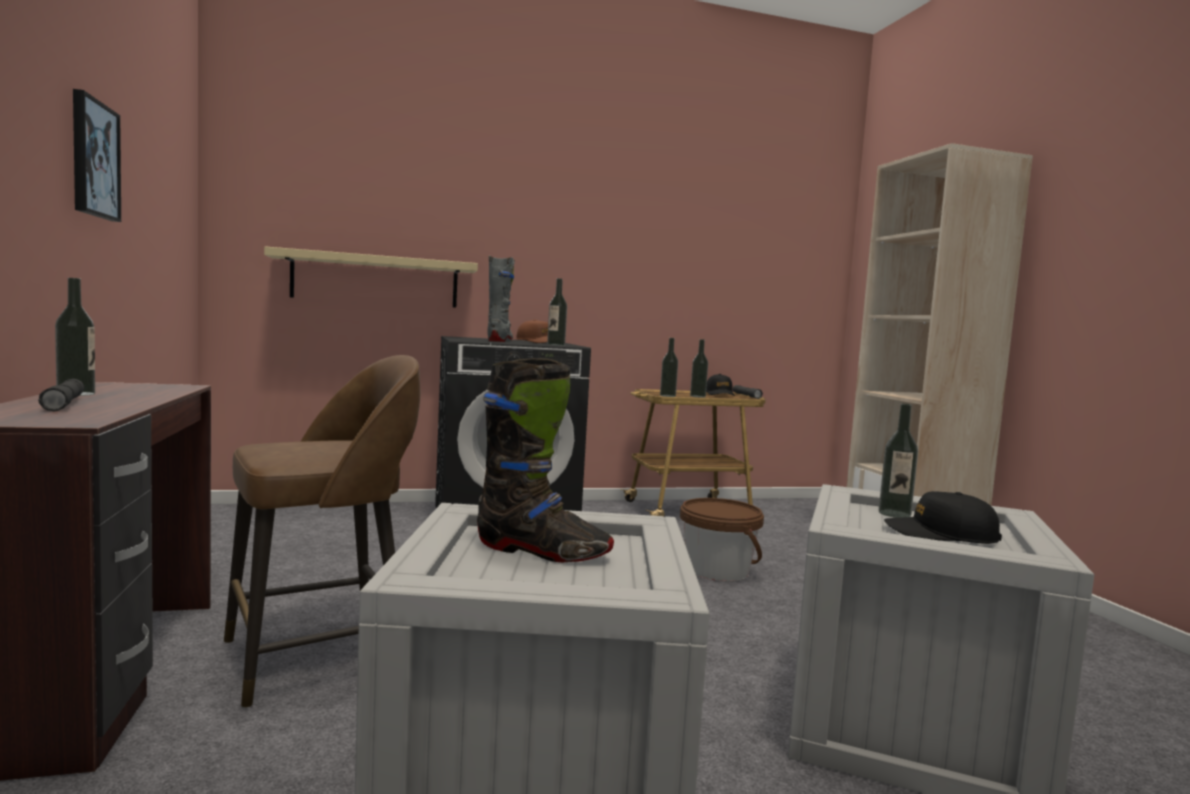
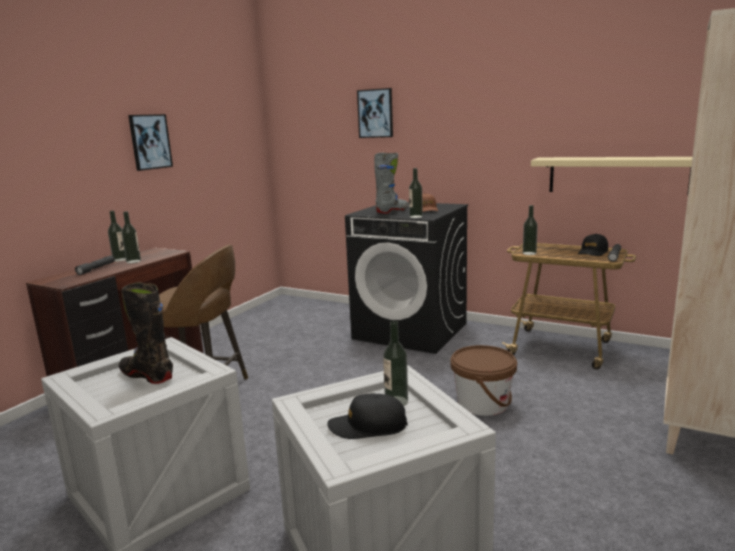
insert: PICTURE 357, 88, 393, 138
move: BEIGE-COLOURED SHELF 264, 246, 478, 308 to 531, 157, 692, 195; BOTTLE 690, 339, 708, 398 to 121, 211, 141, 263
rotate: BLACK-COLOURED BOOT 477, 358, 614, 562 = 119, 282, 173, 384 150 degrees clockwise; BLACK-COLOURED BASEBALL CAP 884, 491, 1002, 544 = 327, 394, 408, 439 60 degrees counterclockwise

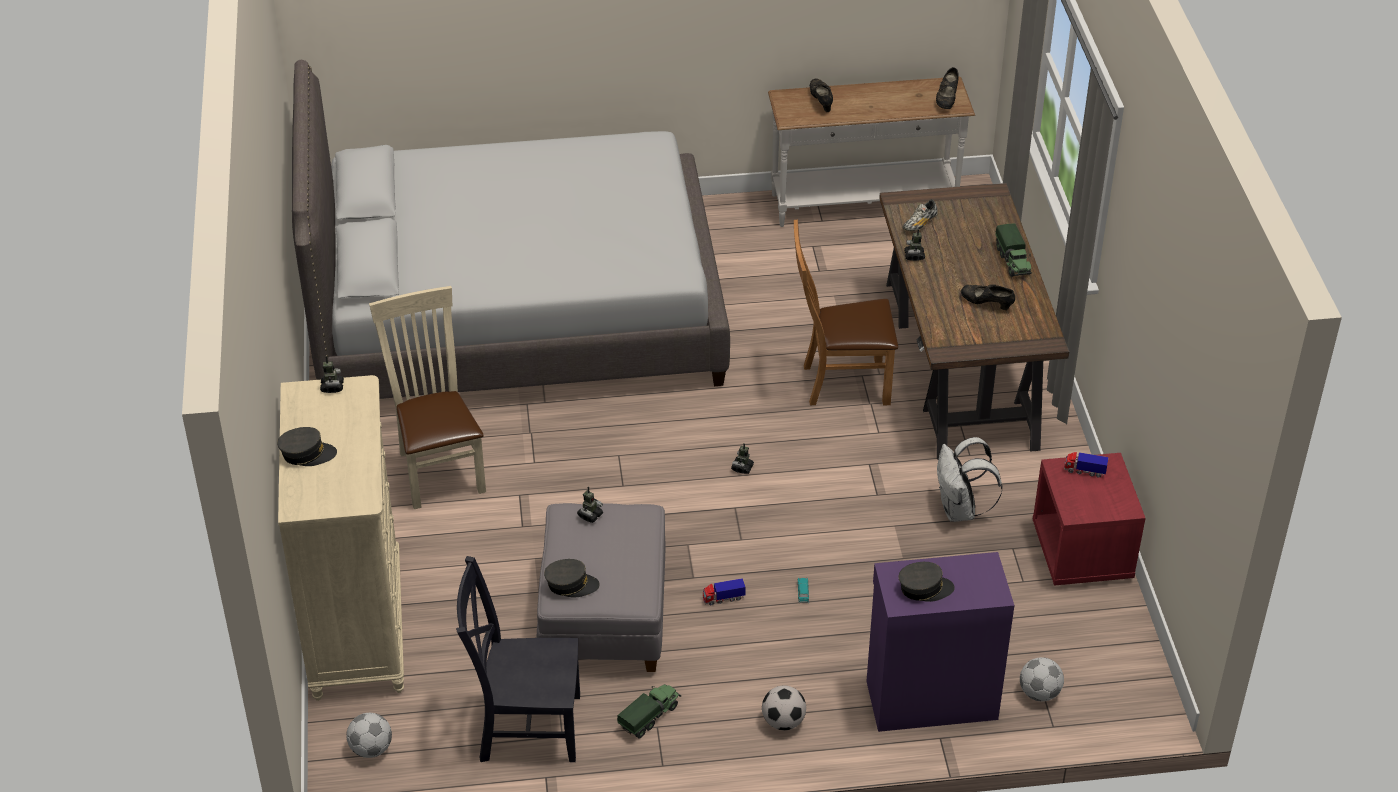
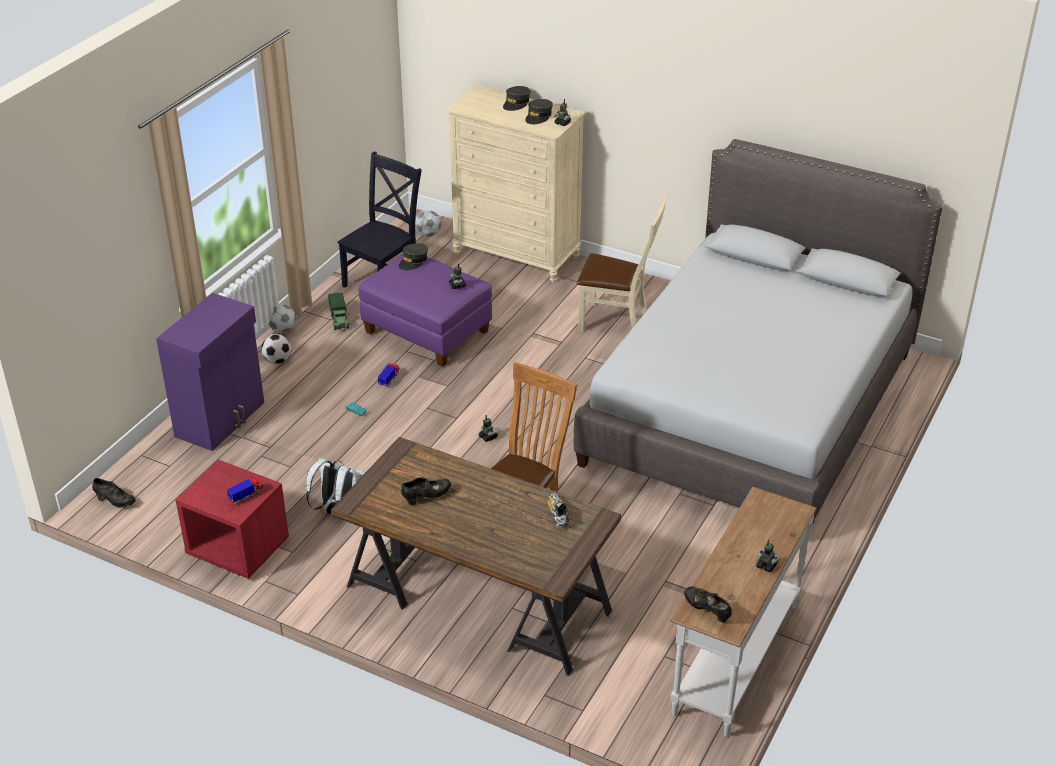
delete: TOY LORRY 995, 223, 1032, 277
move: BLACK-COLOURED SHOE 810, 79, 833, 112 to 92, 478, 136, 507; GREY BASEBALL CAP 899, 562, 955, 602 to 525, 99, 553, 124; ROBOT FIGURE 904, 229, 925, 261 to 756, 540, 780, 572; FOOTBALL BALL 1020, 657, 1064, 701 to 268, 304, 296, 333
recolor: GREY POUFFE 537, 503, 665, 672 to PURPLISH POUFFE 358, 255, 492, 367

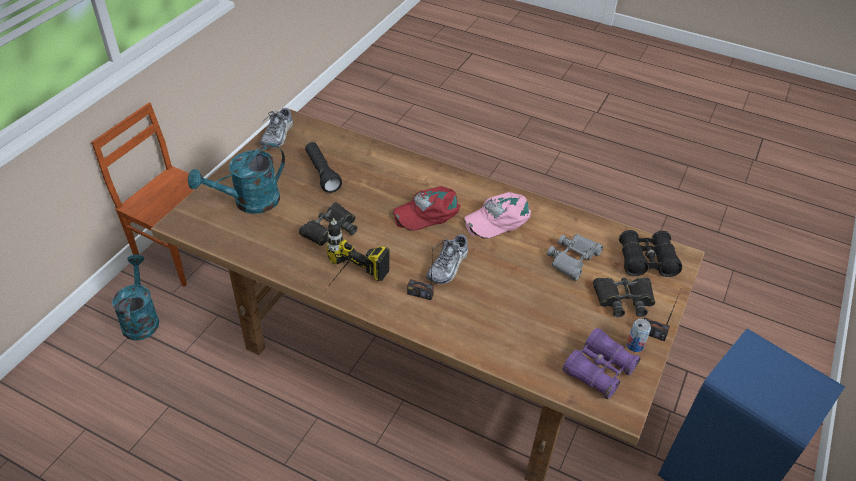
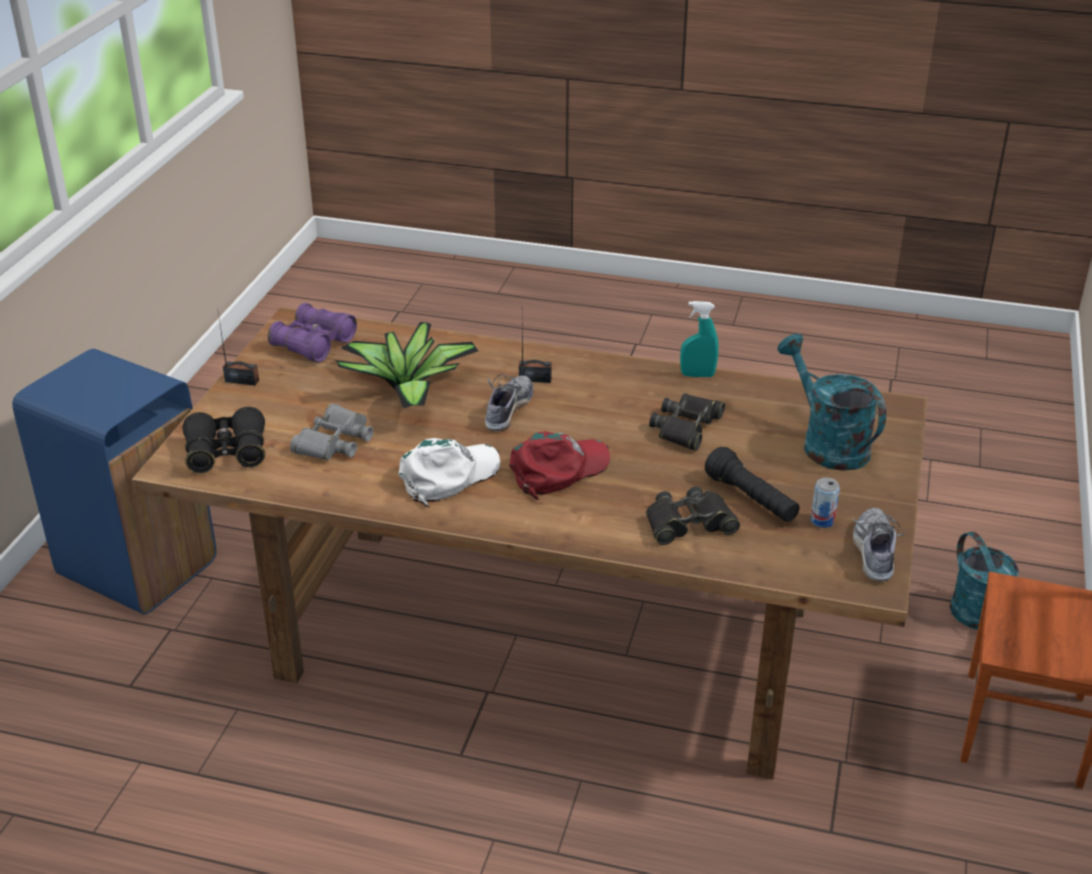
delete: DRILL 327, 218, 390, 288
insert: PLANT IN A POT 335, 322, 478, 409; BLUE-GREEN SPRAY BOTTLE 680, 301, 718, 377
move: BLACK-COLOURED PAIR OF BINOCULARS 593, 277, 655, 317 to 646, 487, 740, 545; METAL CAN 627, 319, 651, 352 to 811, 478, 840, 528
recolor: PINK BASEBALL CAP 464, 192, 531, 238 to WHITE BASEBALL CAP 398, 438, 500, 507
rotate: BLUE-GREEN SPRINKLING CAN 188, 143, 285, 214 = 777, 334, 886, 471 75 degrees counterclockwise

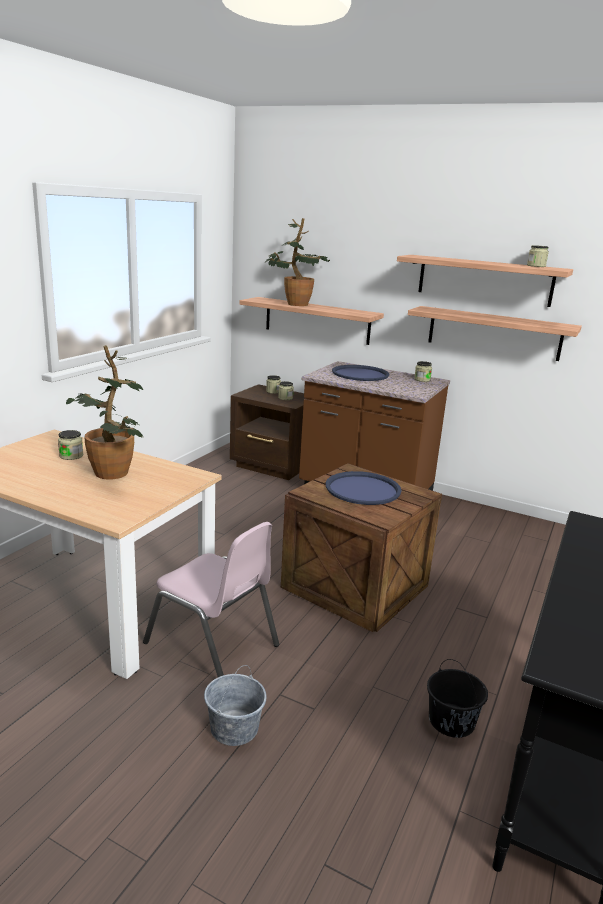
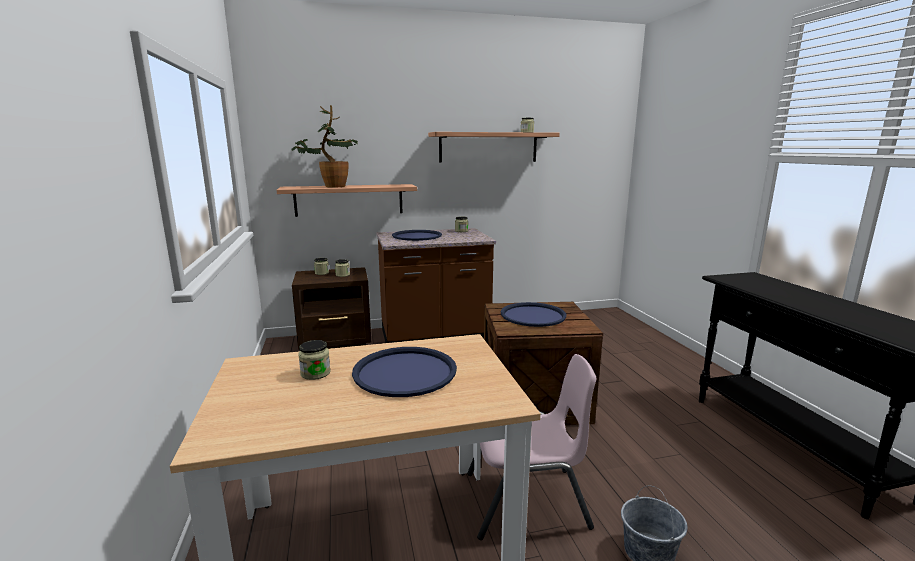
delete: SHELF 408, 306, 582, 361; BLACK-COLOURED PAIL 427, 659, 488, 738
replace: PLANT IN A POT 66, 345, 143, 480 to BLUISH SERVING TRAY 352, 347, 457, 397

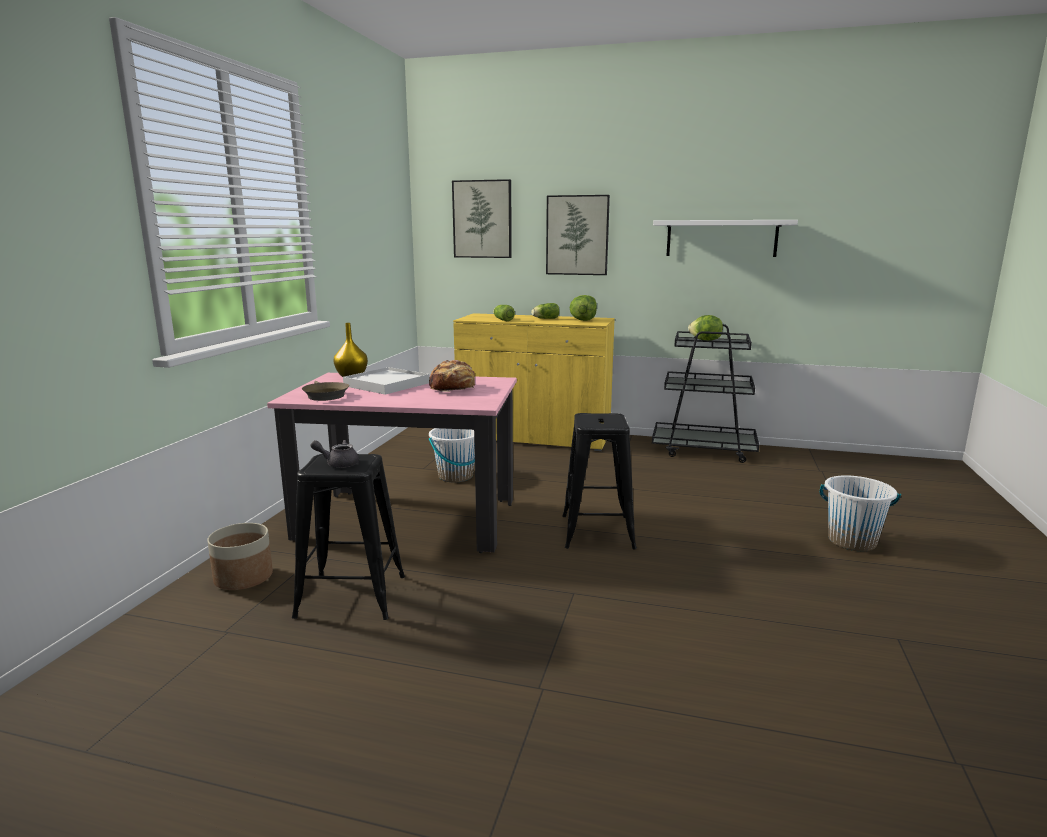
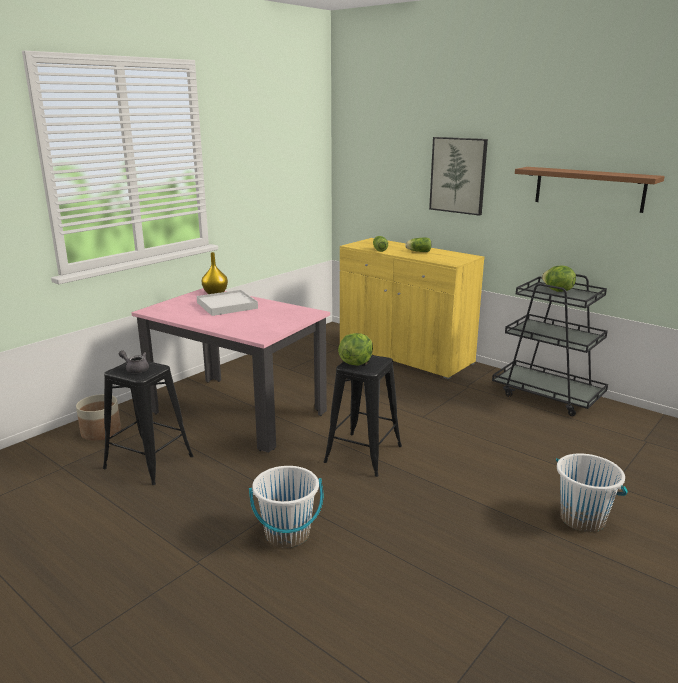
delete: BROWN-COLOURED PAN 302, 381, 349, 401; BAKERY BREAD 429, 360, 476, 392; PICTURE 452, 179, 512, 258
move: WHITE PAIL 429, 428, 475, 483 to 249, 466, 324, 548; HEAD OF LETTUCE 569, 295, 597, 321 to 338, 333, 373, 365
recolor: WHITE SHELF 653, 220, 798, 257 to BROWN-COLOURED SHELF 515, 167, 665, 213

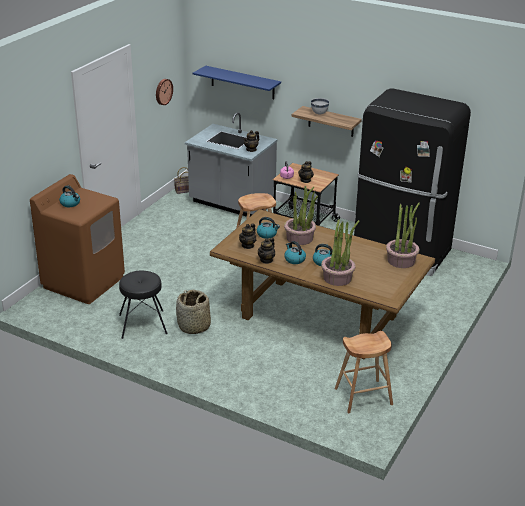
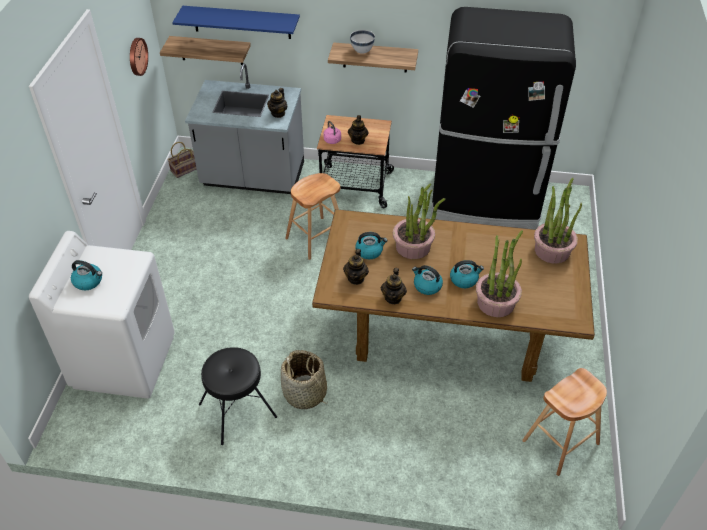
insert: SHELF 160, 36, 251, 65
recolor: BROWN-COLOURED WASHING MACHINE 30, 174, 125, 304 to WHITE WASHING MACHINE 29, 231, 175, 399

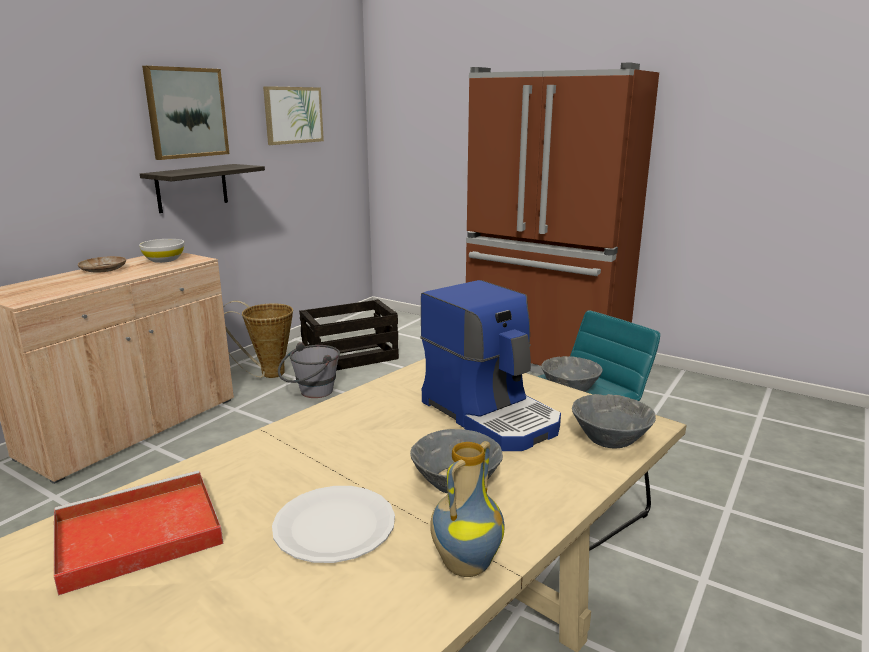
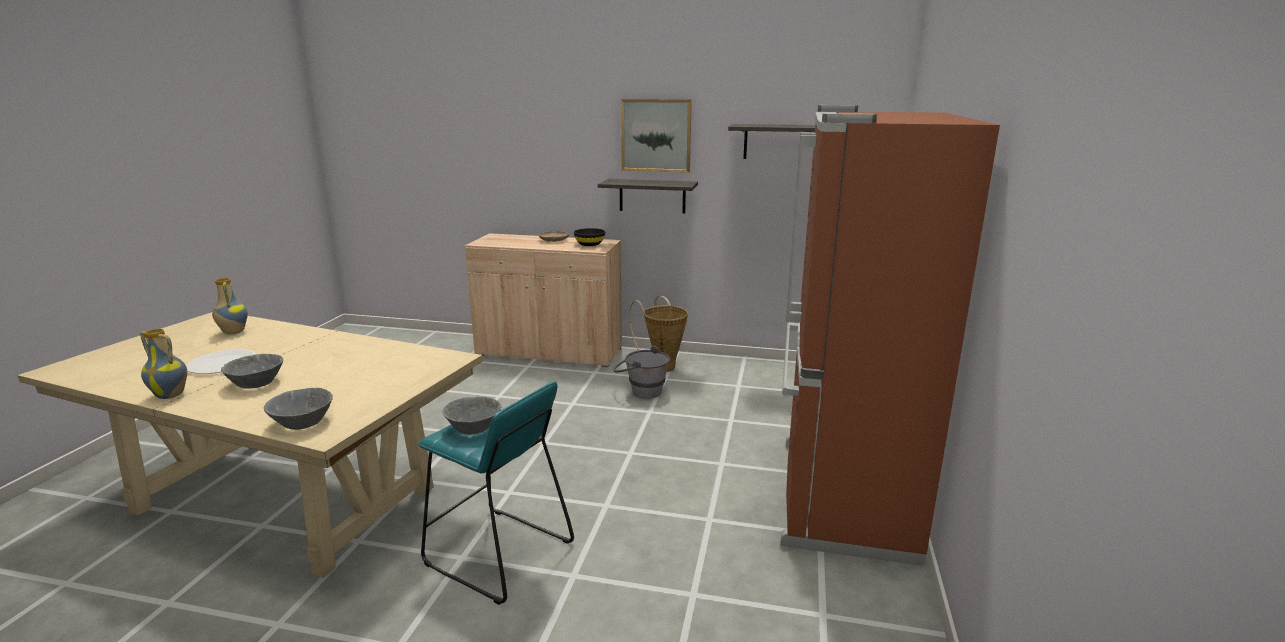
delete: SHIPPING CRATE 299, 299, 399, 371; COFFEE MACHINE 420, 280, 561, 451
replace: REDDISH SERVING TRAY 54, 470, 223, 595 to FLOWER VASE 212, 278, 248, 334; PICTURE 263, 86, 324, 145 to SHELF 728, 124, 815, 159
recolor: WHITE SERVING BOWL 139, 239, 184, 263 to BLACK-COLOURED SERVING BOWL 574, 228, 605, 246

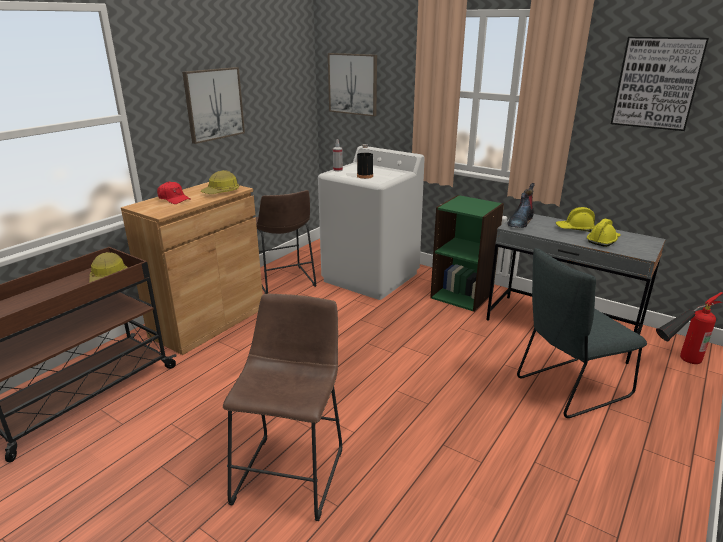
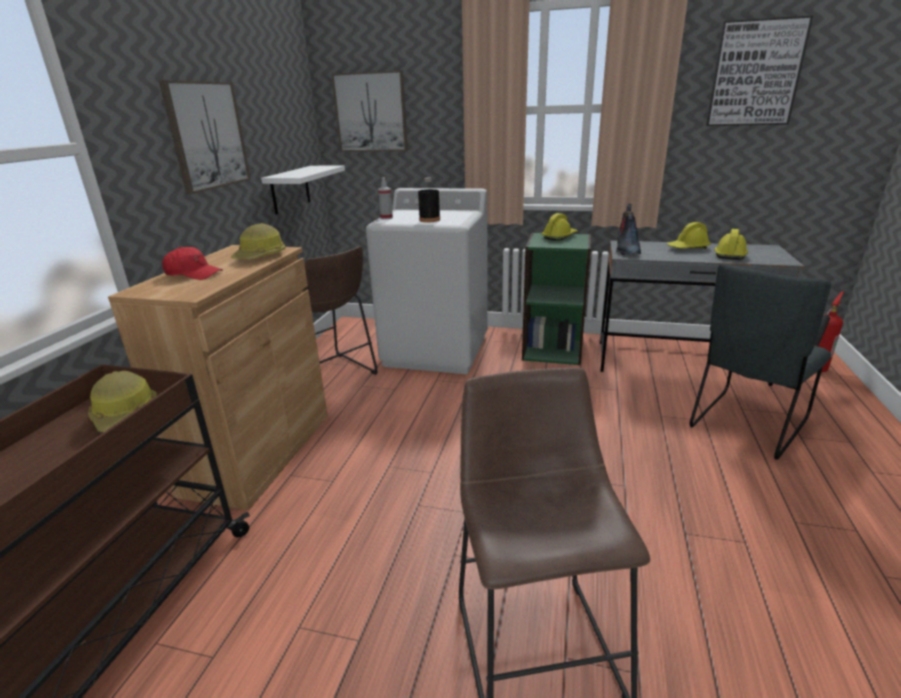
insert: WHITE SHELF 261, 166, 345, 215; YELLOW-COLOURED HARD HAT 542, 213, 578, 241

